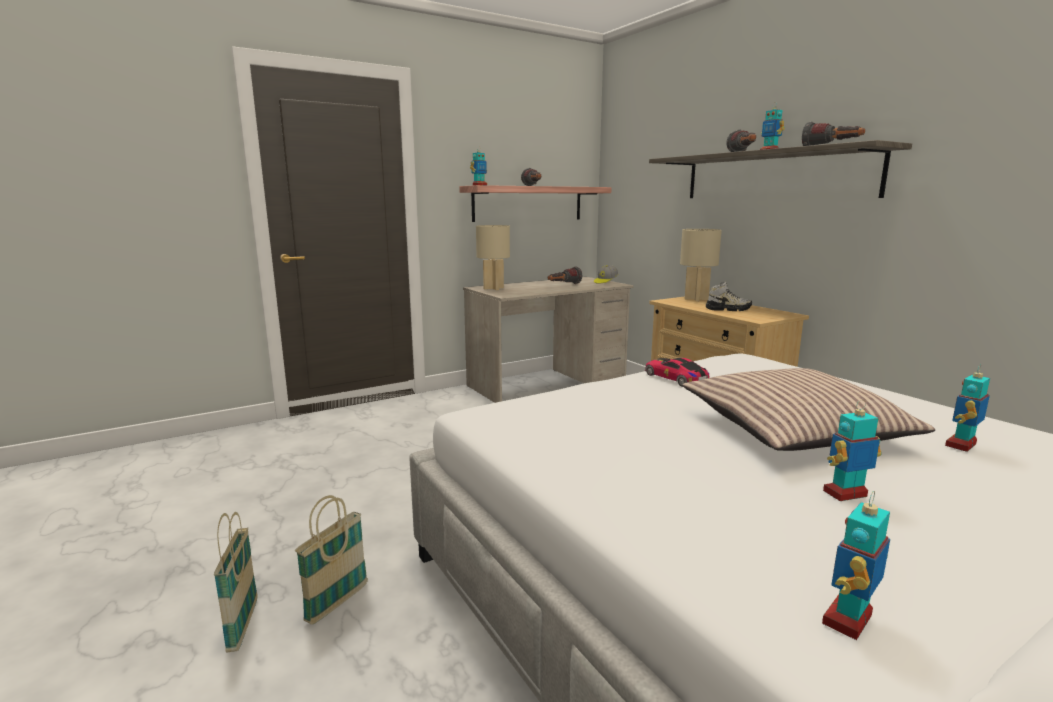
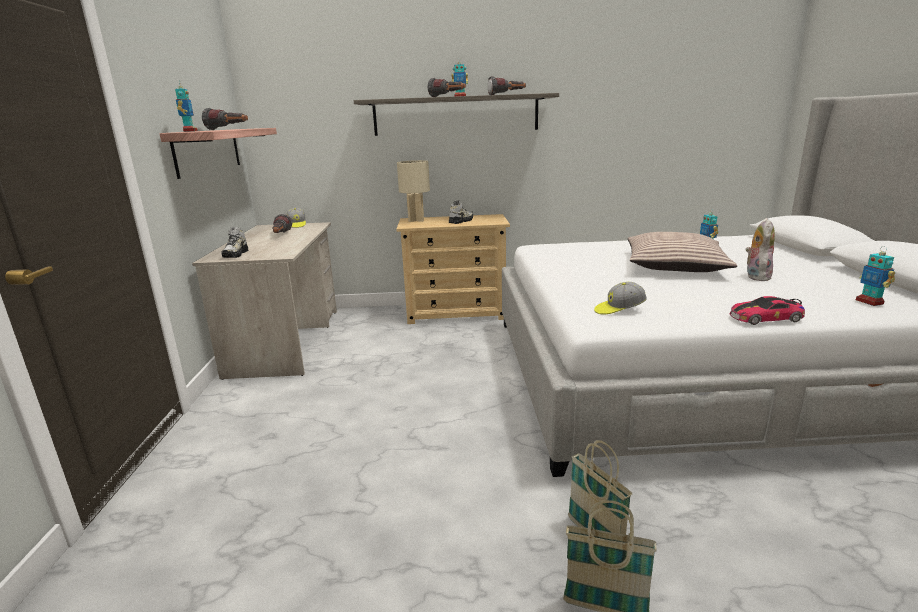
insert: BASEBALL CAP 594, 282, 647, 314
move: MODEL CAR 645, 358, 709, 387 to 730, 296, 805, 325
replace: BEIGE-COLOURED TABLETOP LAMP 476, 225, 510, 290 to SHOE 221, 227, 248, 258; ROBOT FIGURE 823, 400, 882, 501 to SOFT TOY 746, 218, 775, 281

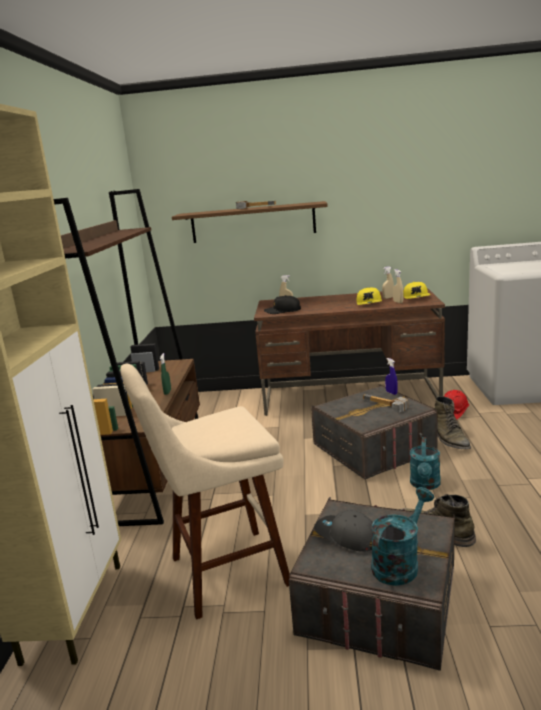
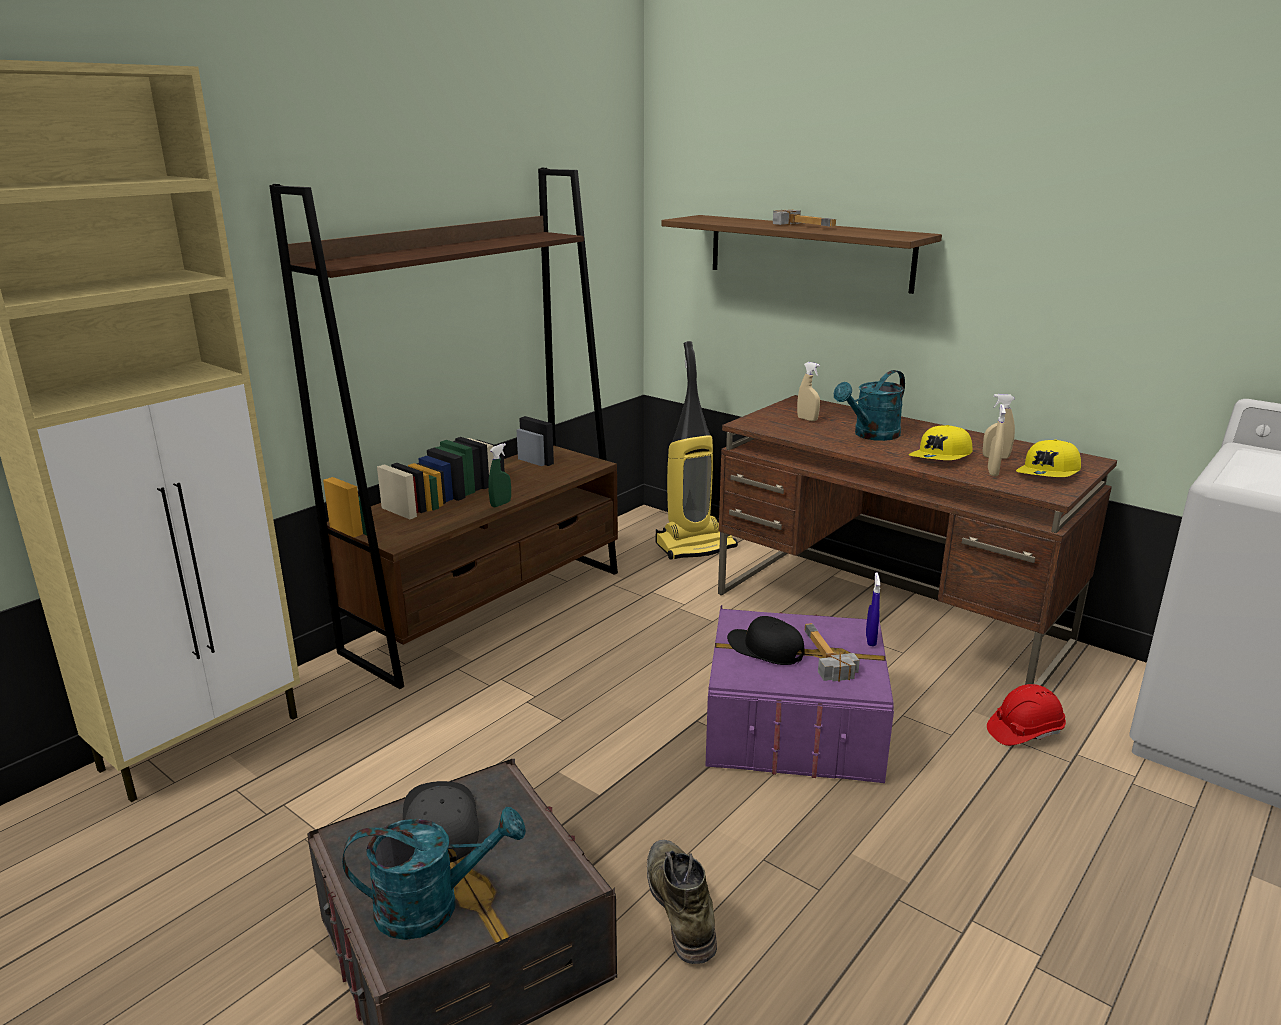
delete: BEIGE-COLOURED SITTING STOOL 120, 364, 290, 620; GREEN-COLOURED BOOT 434, 396, 471, 449
insert: HOOVER 656, 341, 738, 560
move: BLACK-COLOURED BASEBALL CAP 264, 295, 301, 314 to 727, 616, 805, 665; BLUE-GREEN SPRINKLING CAN 410, 437, 441, 490 to 834, 370, 905, 441
recolor: GREY STORAGE BIN 311, 384, 438, 479 to PURPLISH STORAGE BIN 705, 605, 894, 783

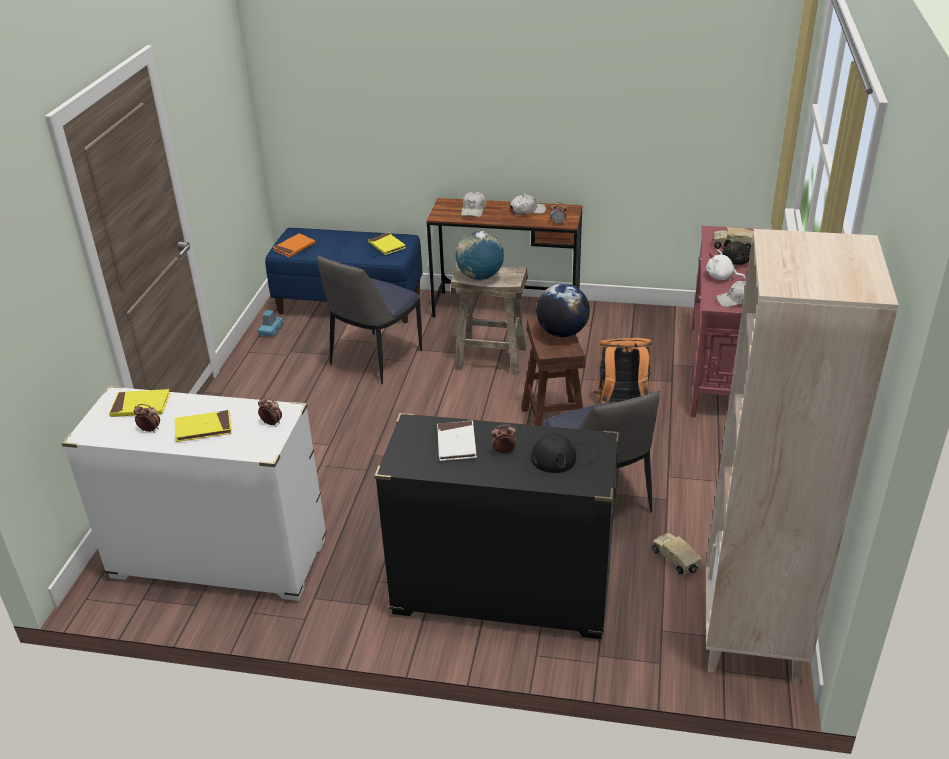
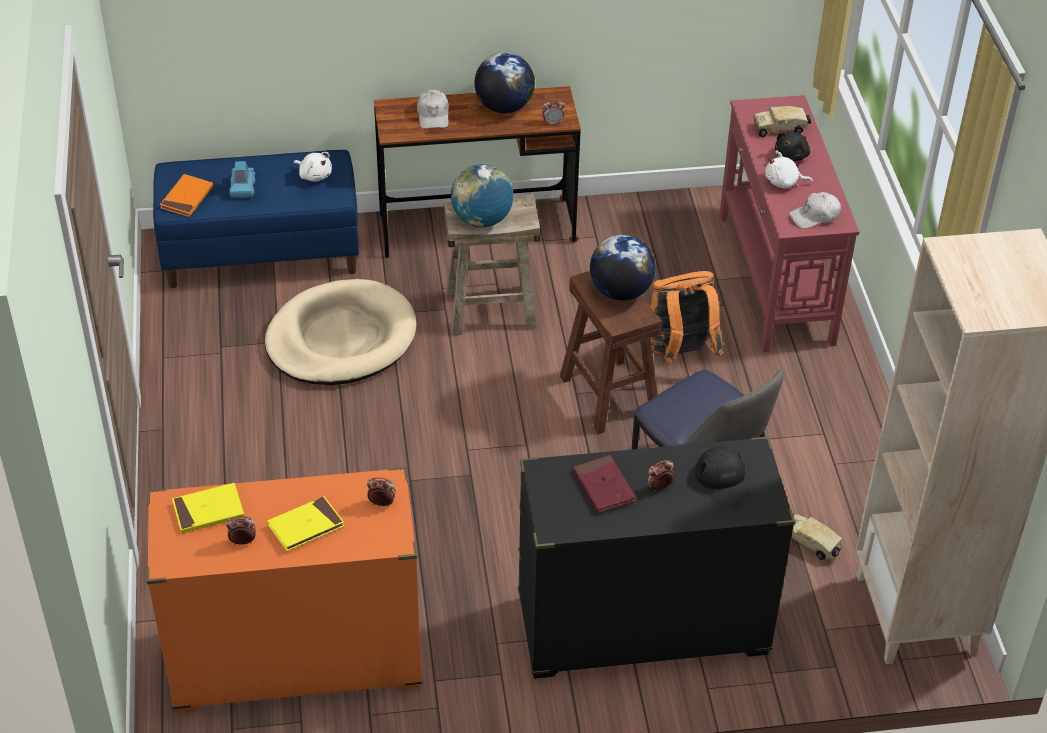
move: BLUISH MODEL CAR 258, 310, 284, 337 to 230, 161, 255, 198
replace: UPRIGHT CHAIR 317, 256, 422, 384 to BEIGE-COLOURED PET BED 265, 279, 417, 385; YELLOW-COLOURED BOOK 368, 233, 406, 255 to WHITE SOFT TOY 294, 152, 332, 182; WHITE BASEBALL CAP 510, 194, 546, 215 to GLOBE 475, 52, 535, 113
recolor: WHITE DRESSER 62, 386, 327, 601 to ORANGE DRESSER 147, 467, 422, 713; WHITE BOOK 437, 421, 477, 461 to REDDISH BOOK 573, 455, 636, 513
rotate: BLACK-COLOURED BASEBALL CAP 531, 433, 595, 473 = 695, 446, 751, 505 105 degrees clockwise

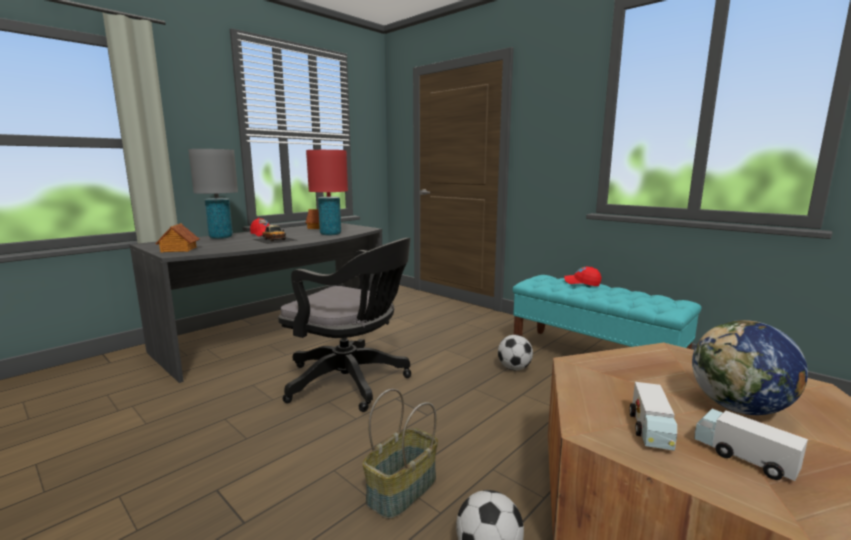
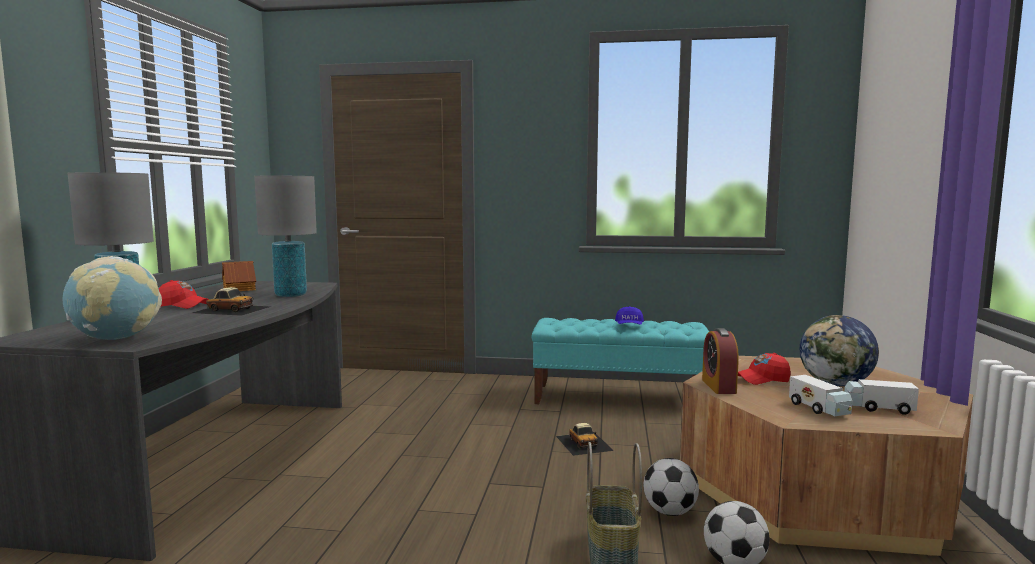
delete: BLACK-COLOURED DESK CHAIR 278, 238, 411, 412
insert: MODEL CAR 556, 423, 614, 456; BLUISH BASEBALL CAP 615, 306, 644, 325; BEDSIDE CLOCK 702, 328, 739, 394
move: FOOTBALL BALL 498, 335, 533, 370 to 644, 458, 699, 516; REDDISH BASEBALL CAP 564, 267, 601, 286 to 738, 353, 791, 385
replace: MINIATURE HOUSE 155, 223, 199, 252 to GLOBE 63, 256, 162, 340
recolor: REDDISH TABLETOP LAMP 306, 150, 348, 235 to GREY TABLETOP LAMP 254, 176, 317, 297

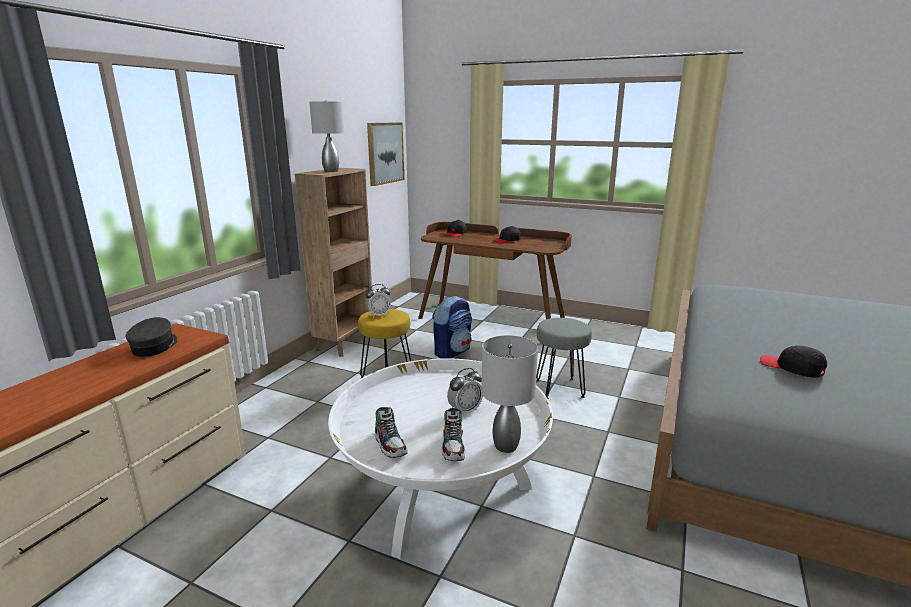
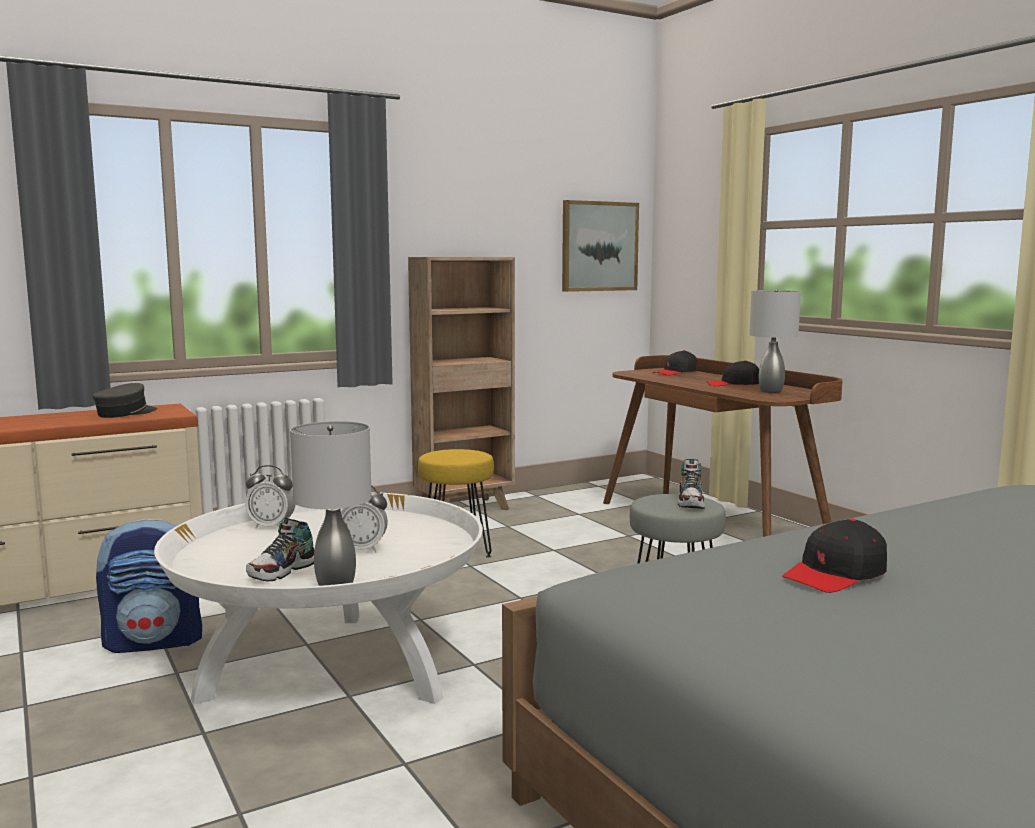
move: GREY TABLETOP LAMP 309, 101, 344, 172 to 749, 289, 801, 393; BEDSIDE CLOCK 366, 284, 391, 318 to 245, 465, 296, 528; SHOE 375, 407, 408, 458 to 678, 459, 705, 509; RUCKSACK 432, 296, 472, 358 to 96, 519, 202, 653
rotate: BLACK-COLOURED BASEBALL CAP 760, 345, 827, 377 = 782, 519, 887, 593 120 degrees counterclockwise

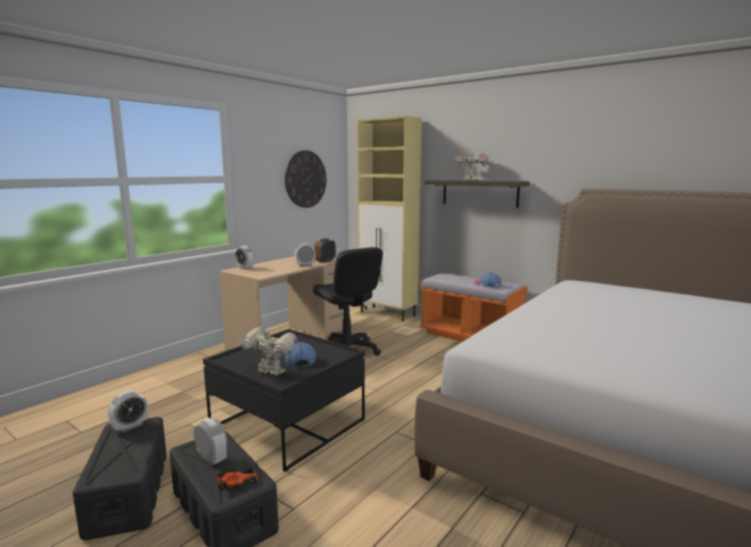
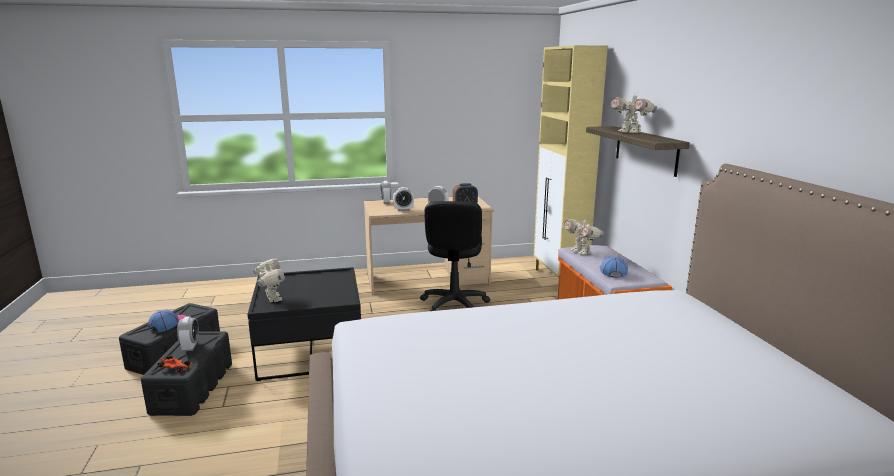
delete: HANGING CLOCK 285, 150, 326, 208
insert: ROBOT FIGURE 564, 217, 604, 255
move: BEDSIDE CLOCK 108, 390, 148, 433 to 393, 187, 414, 211; BASEBALL CAP 285, 342, 316, 367 to 148, 310, 187, 332

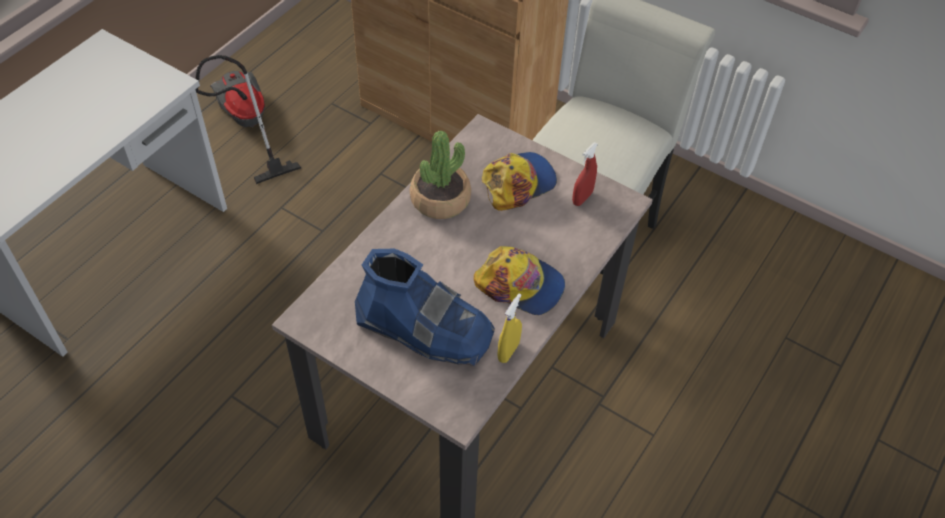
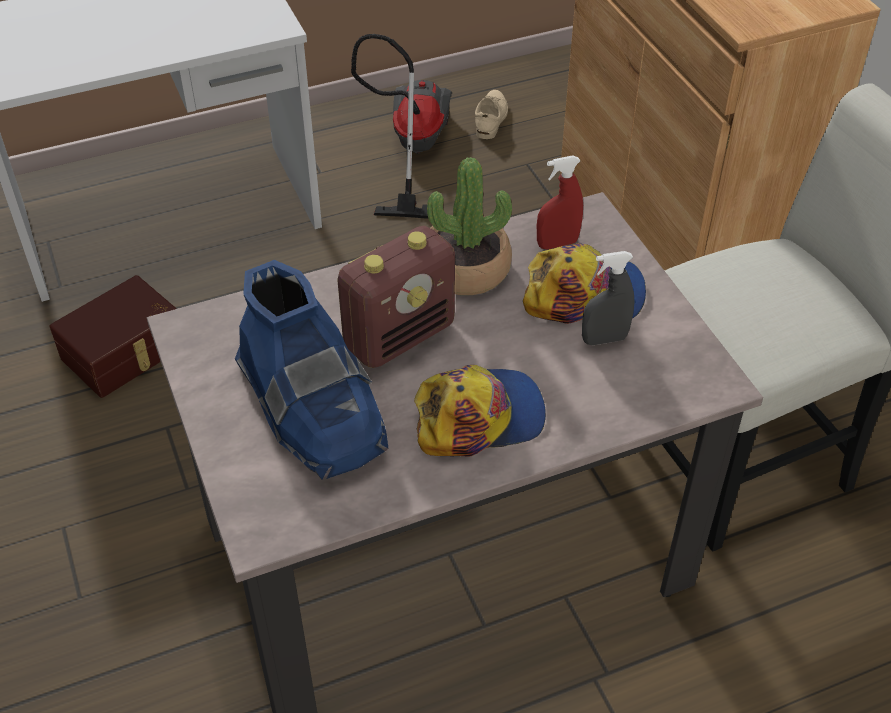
delete: YELLOW-COLOURED SPRAY BOTTLE 497, 293, 522, 363
insert: BROWN-COLOURED STORAGE BIN 50, 275, 177, 398; RADIO RECEIVER 337, 225, 455, 368; BEIGE-COLOURED SHOE 475, 90, 508, 139; GREY SPRAY BOTTLE 582, 251, 635, 345
move: REDDISH SPRAY BOTTLE 572, 142, 598, 206 to 537, 155, 583, 250
rotate: BASEBALL CAP 474, 246, 565, 315 = 414, 365, 546, 457 75 degrees counterclockwise

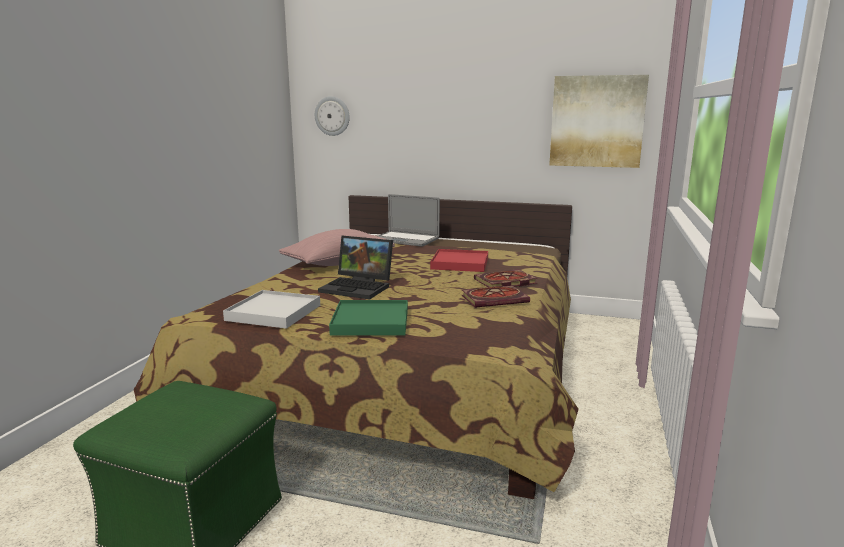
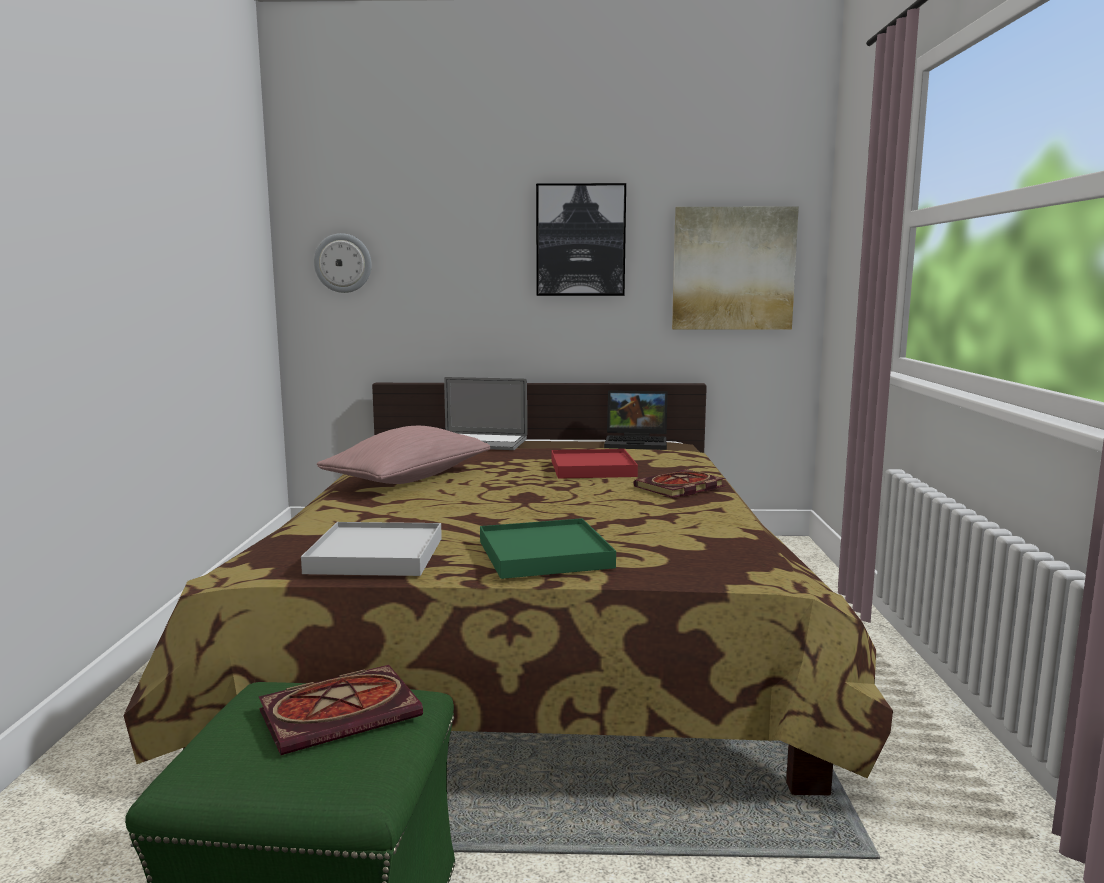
insert: PICTURE 536, 183, 626, 296
move: PORTABLE COMPUTER 318, 235, 393, 299 to 604, 390, 667, 450; BOOK 462, 285, 530, 308 to 259, 665, 423, 755

